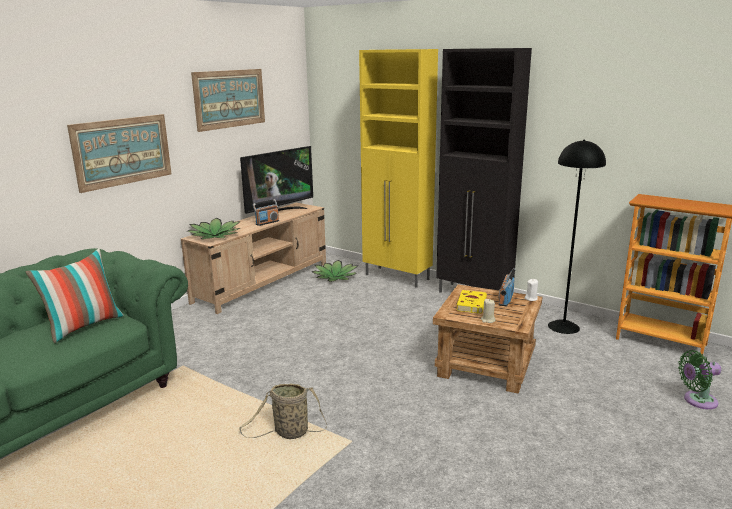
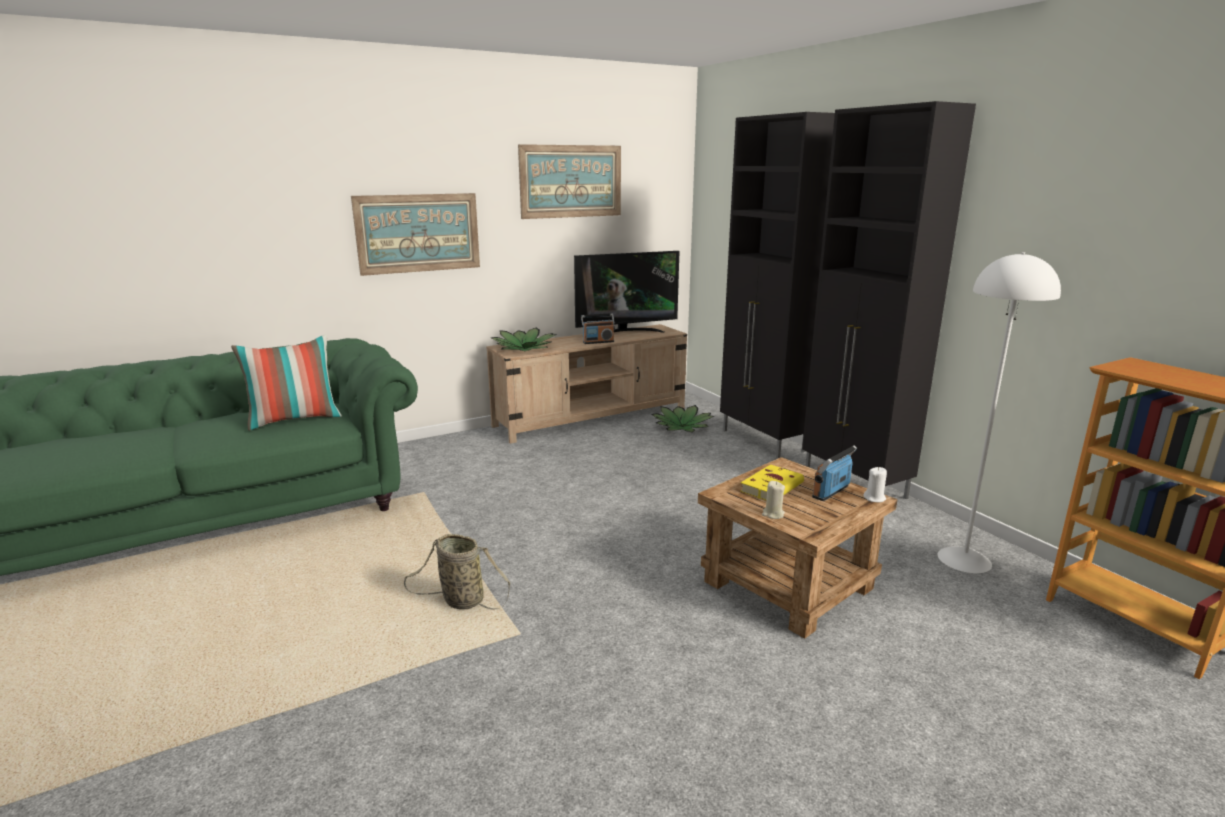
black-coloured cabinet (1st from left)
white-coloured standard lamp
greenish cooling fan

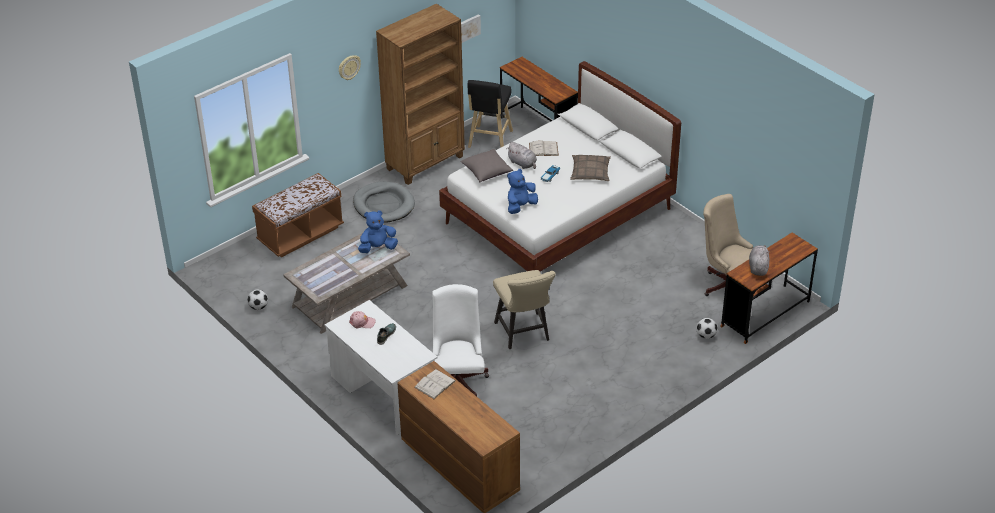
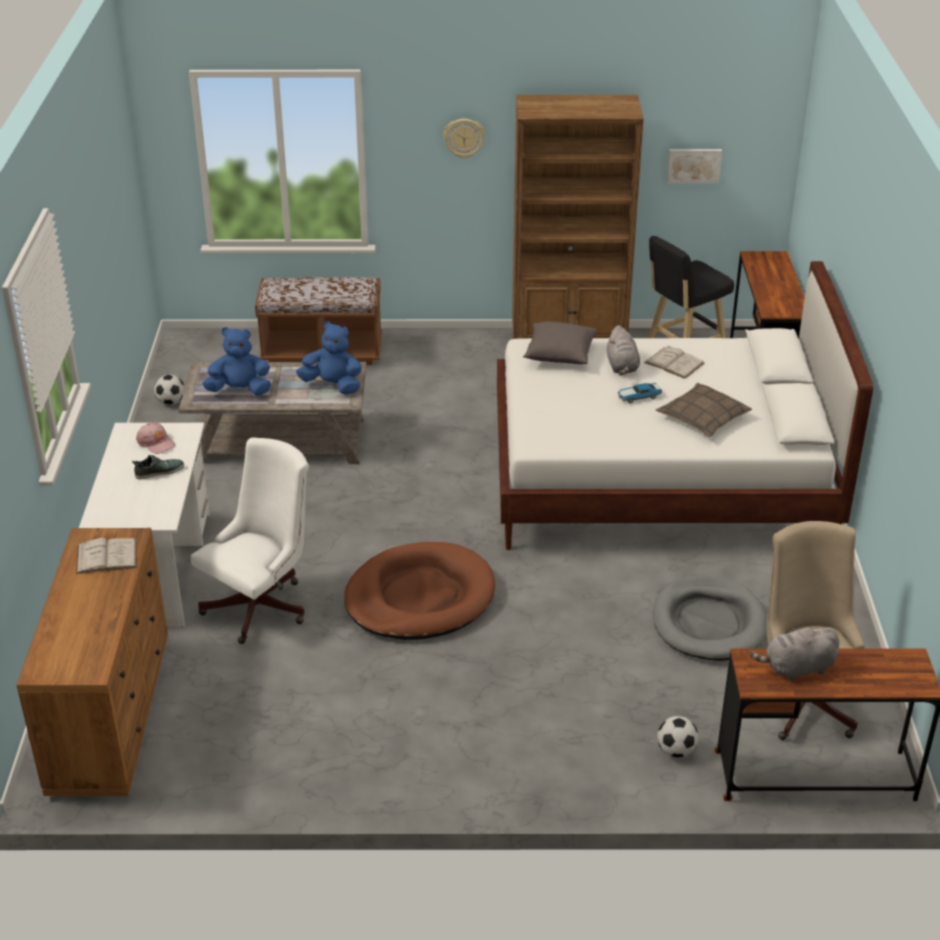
blue-coloured plush toy (1st from left)
grey pet bed
grey plush toy (2nd from left)
brown-coloured pet bed

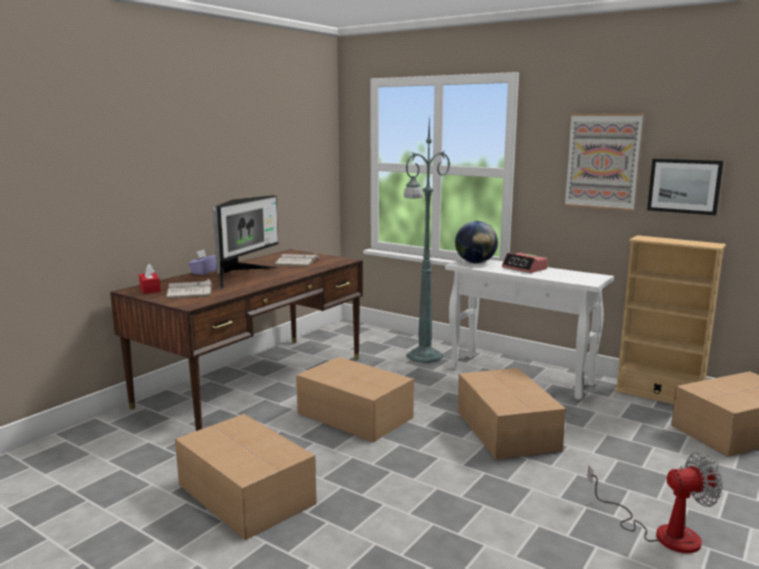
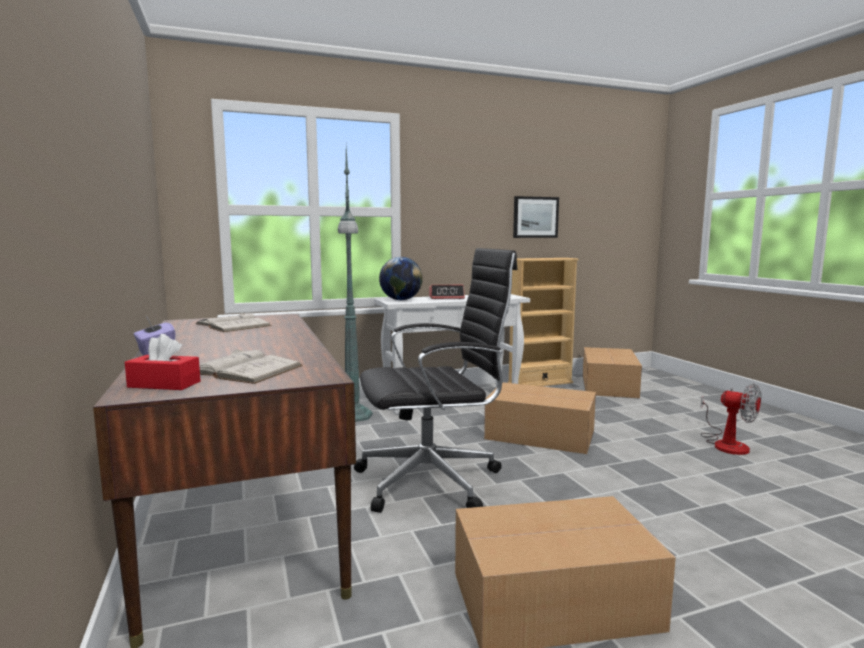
wall art (1st from left in the first image)
computer screen
black-coloured office chair
cooling fan

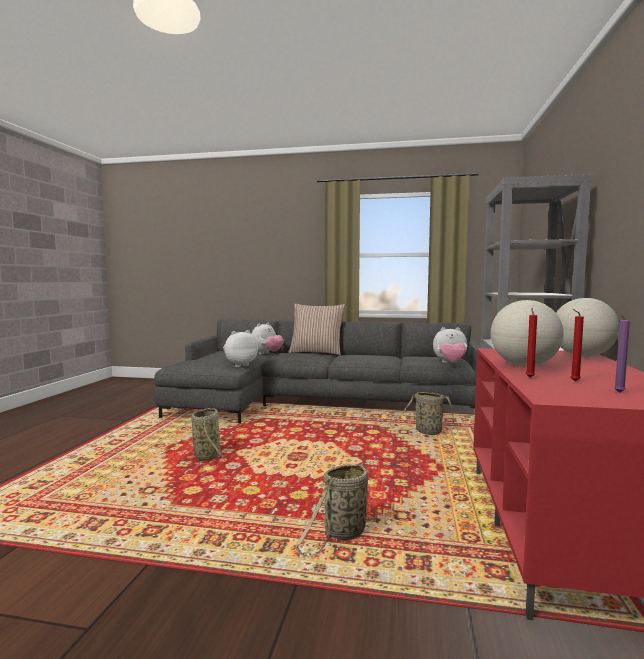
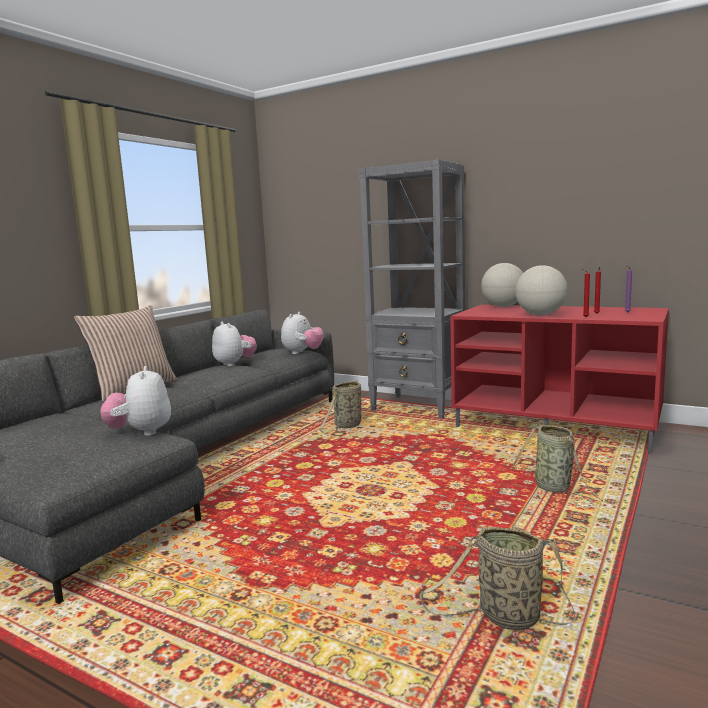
plush toy (2nd from left)
household basket (2nd from left)

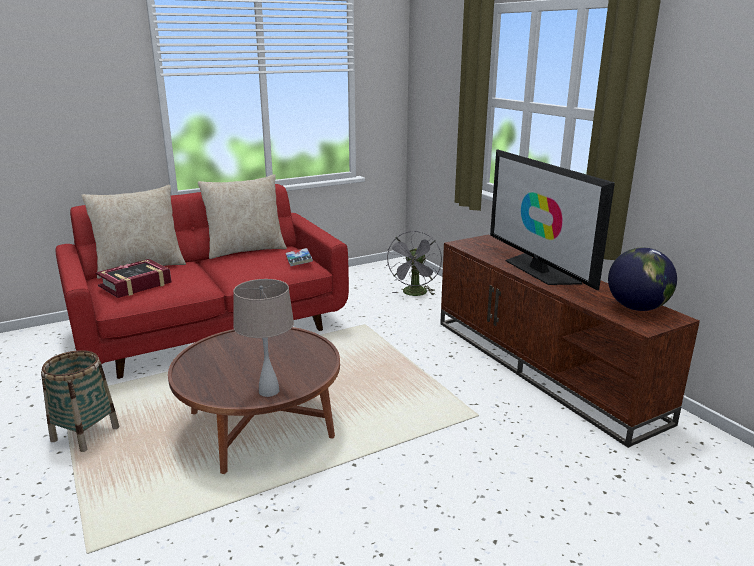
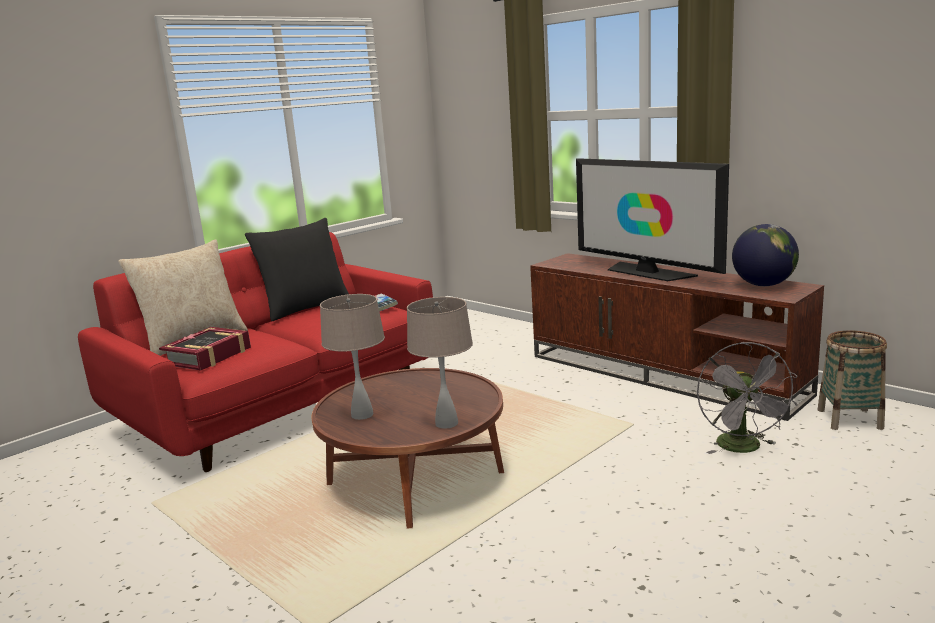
black-coloured cushion
grey cooling fan
household basket
beige tabletop lamp (1st from left)

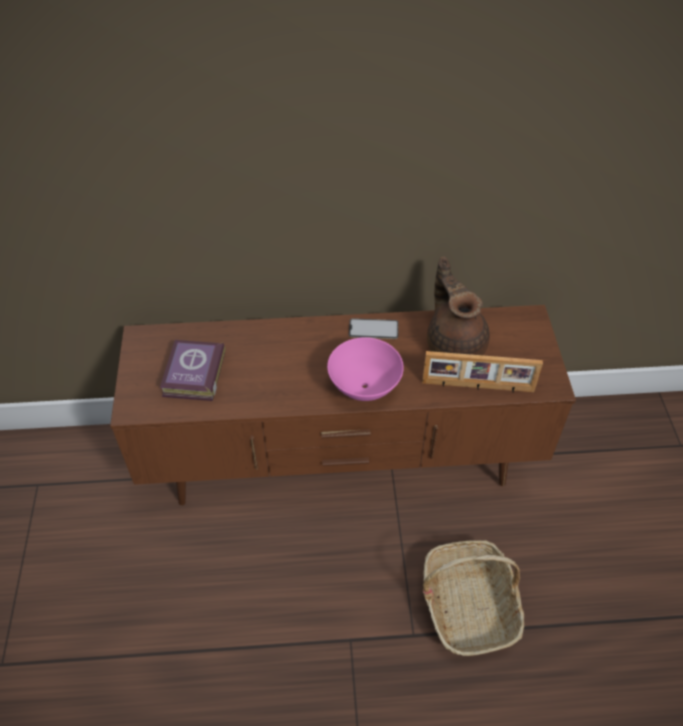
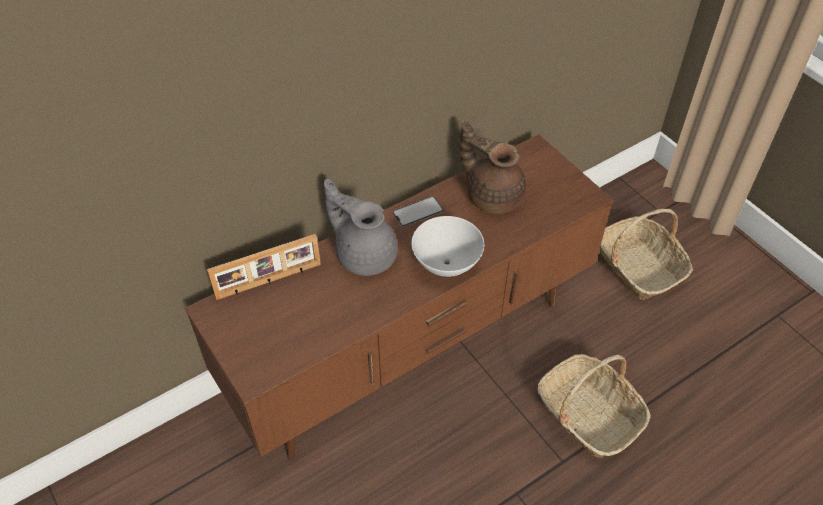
white-coloured bowl
book
standing frame
grey tea pot
household basket (2nd from left)

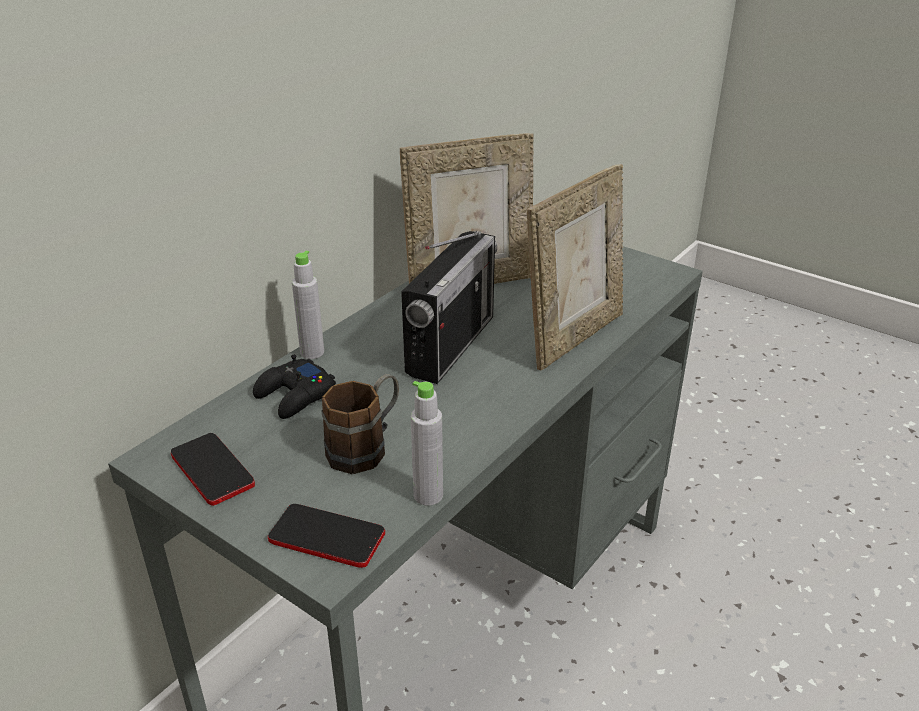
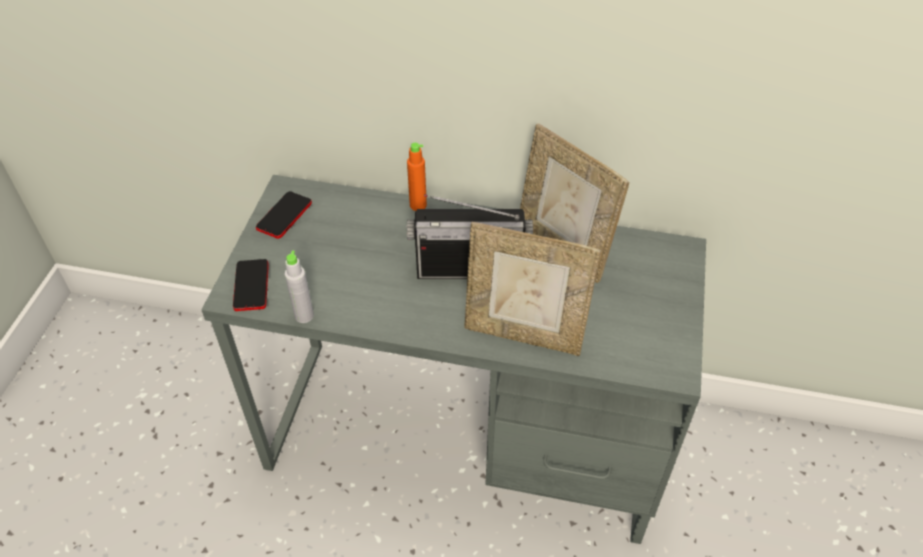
orange-coloured bottle
black-coloured gamepad
brown-coloured mug

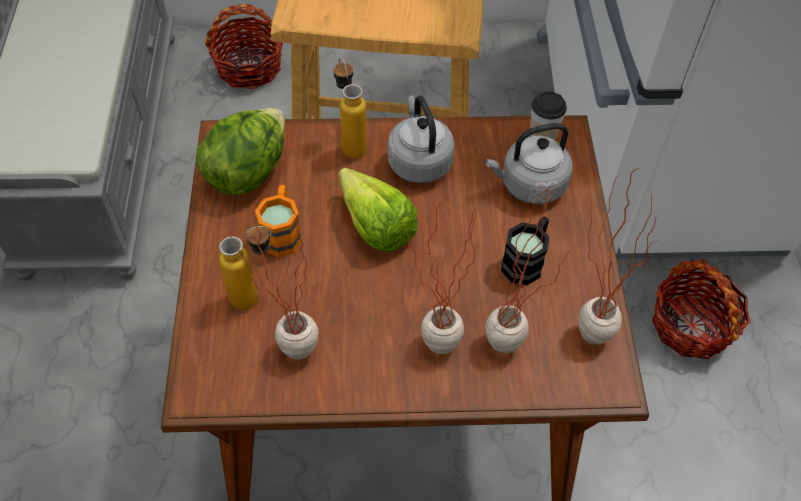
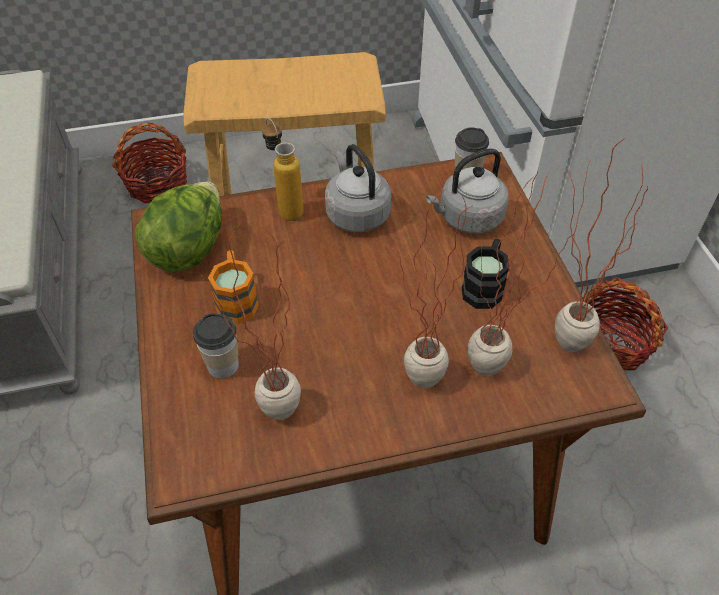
lettuce head (2nd from left in the first image)
drinking cup (1st from left)

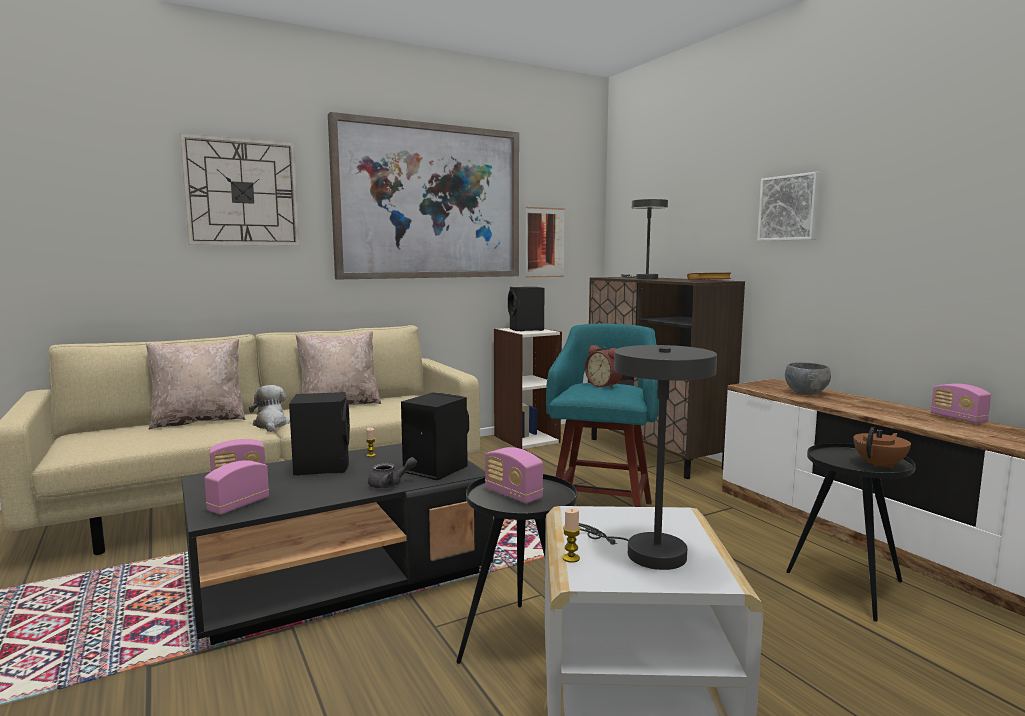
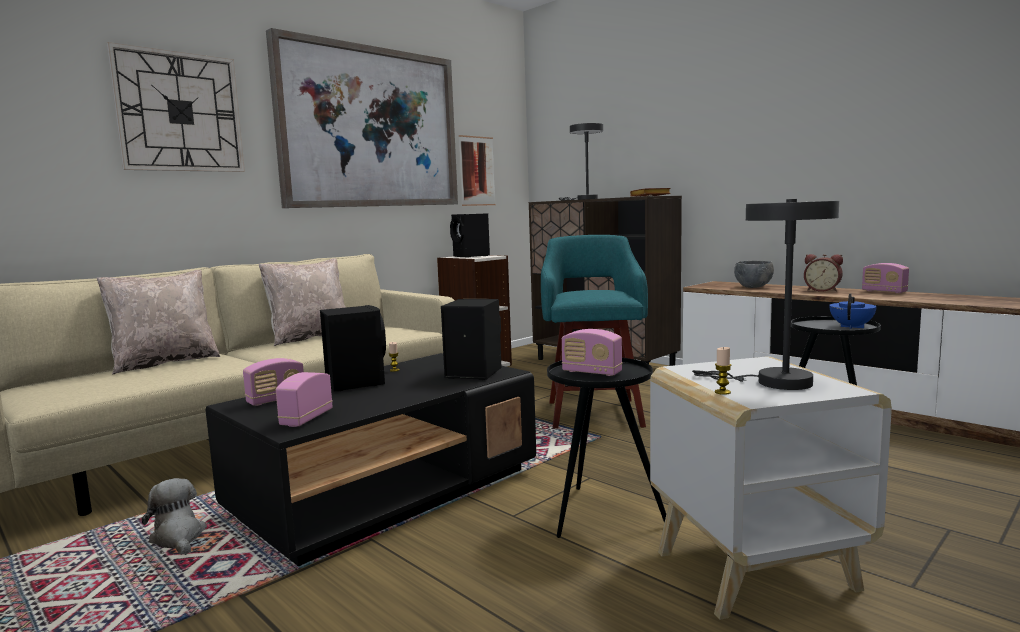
wall art (3rd from left in the first image)
bedside clock
plush toy
blue-coloured tea pot
grey tea pot

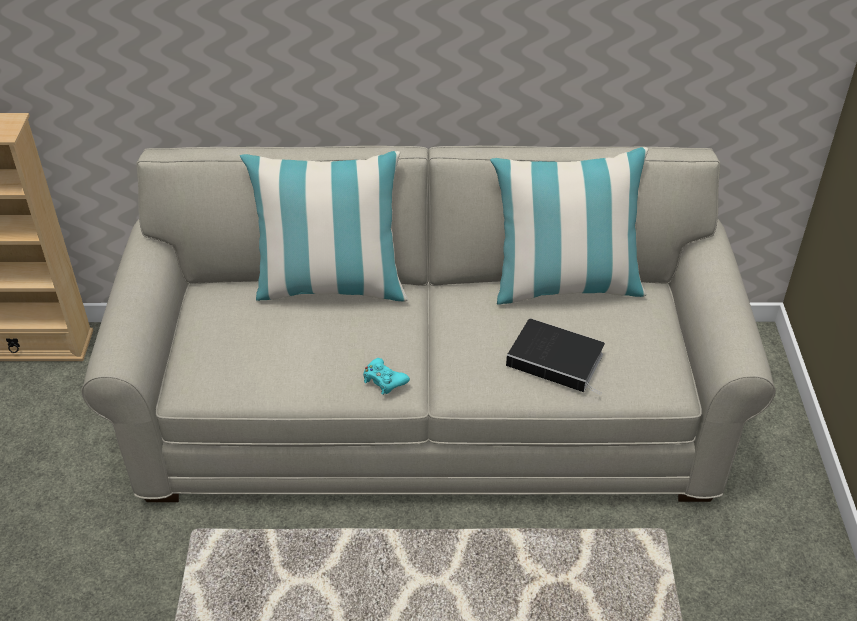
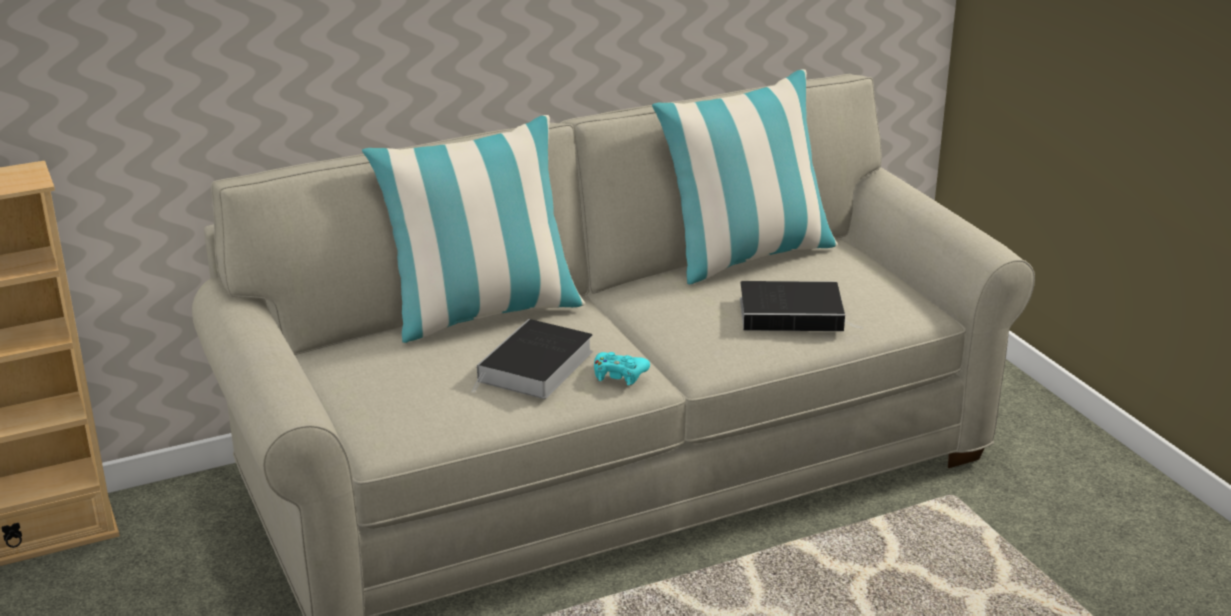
book (1st from left)

